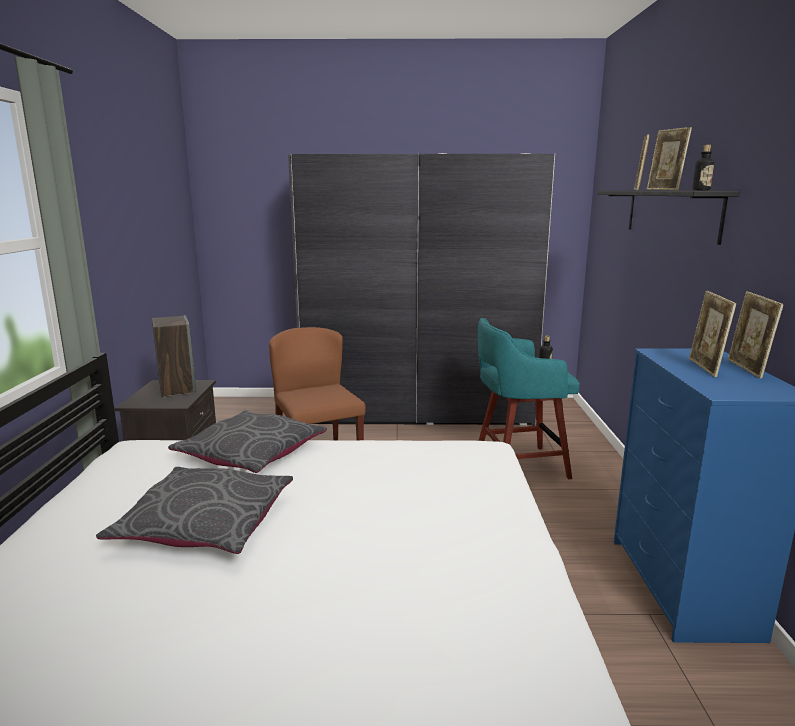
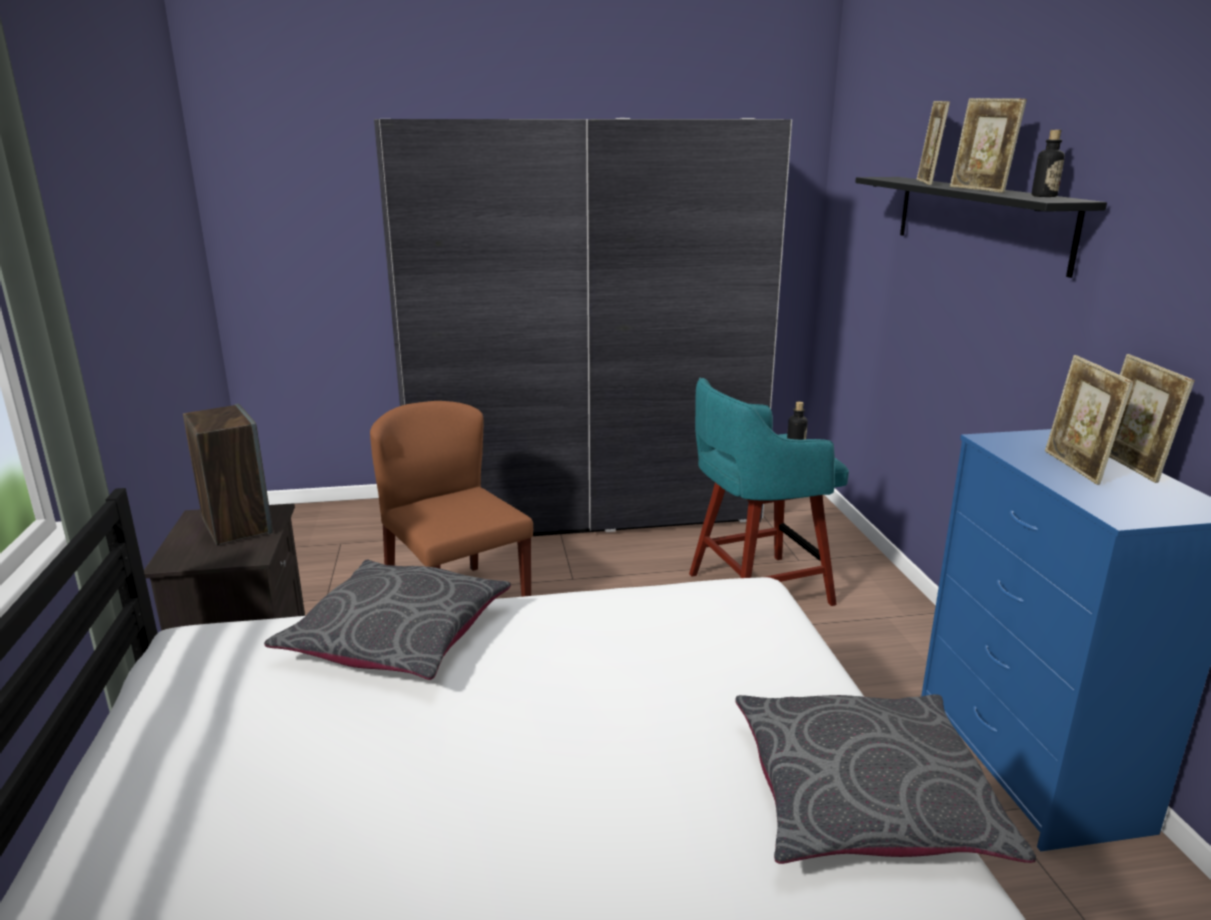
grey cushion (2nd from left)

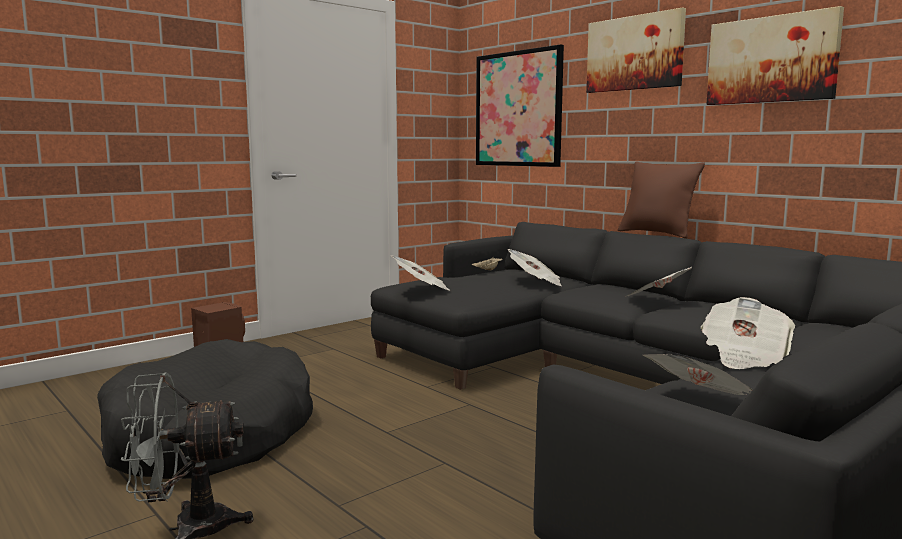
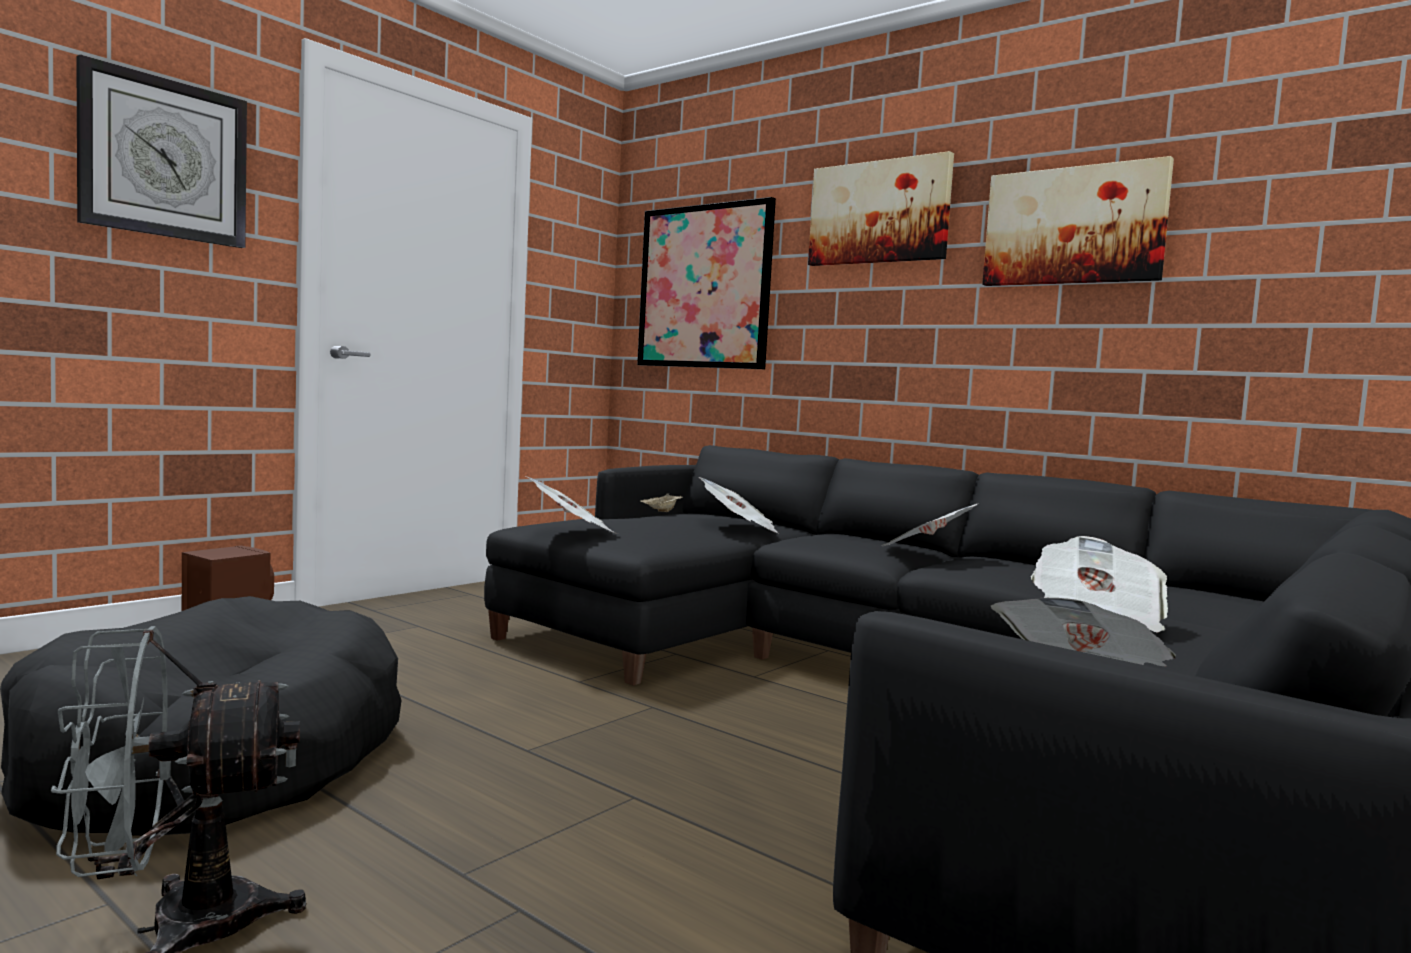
brown-coloured cushion
hanging clock

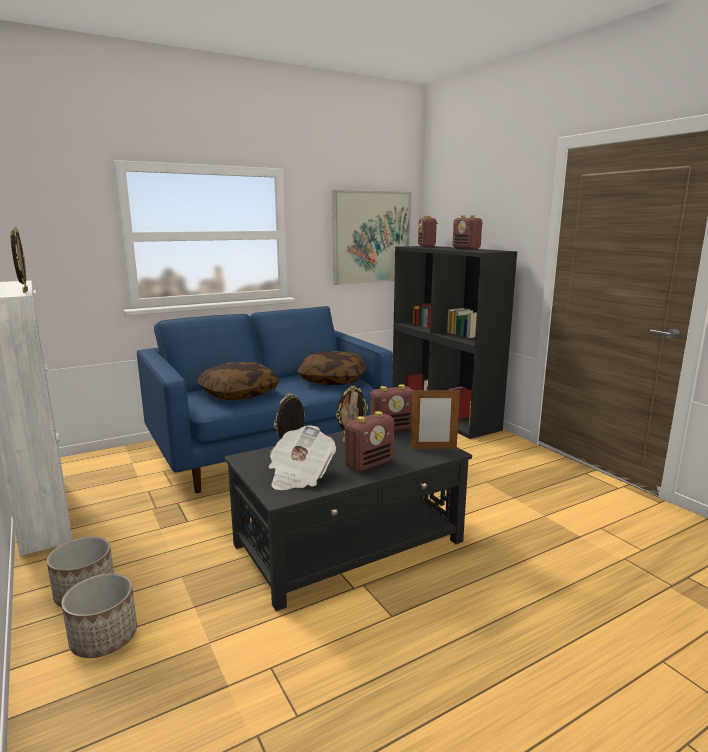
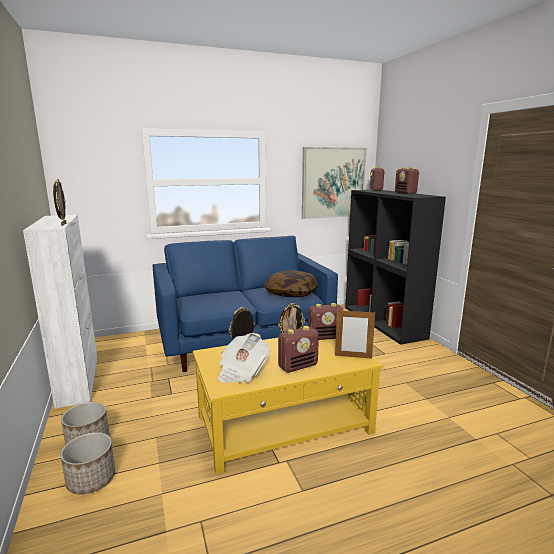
cushion (1st from left in the first image)
yellow low table

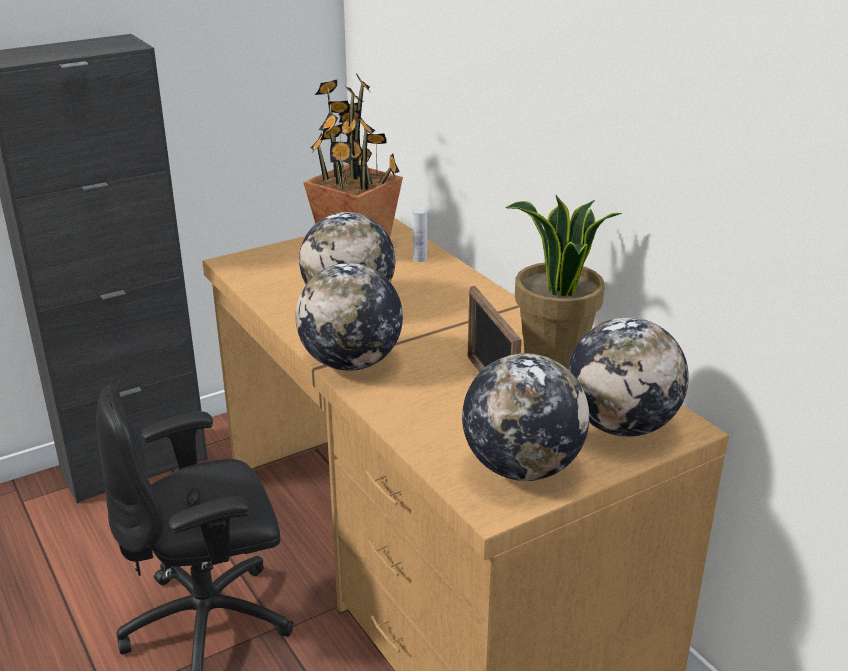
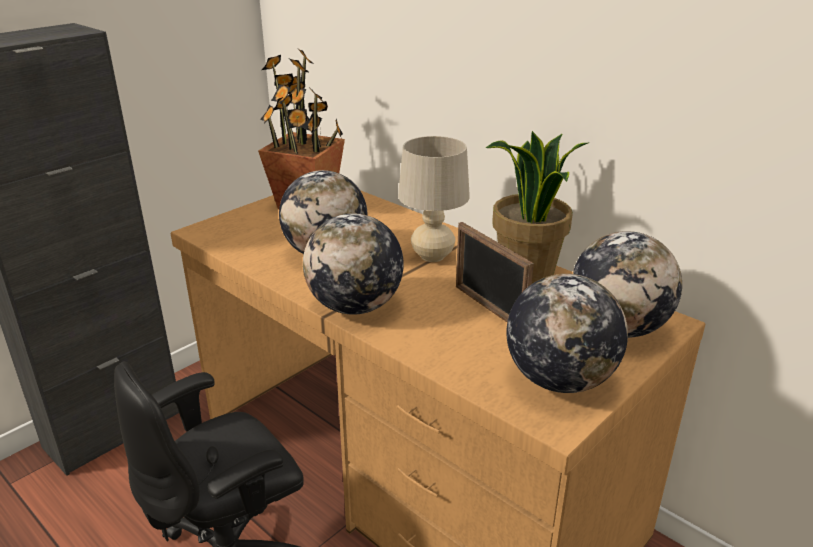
white-coloured bottle
beige tabletop lamp

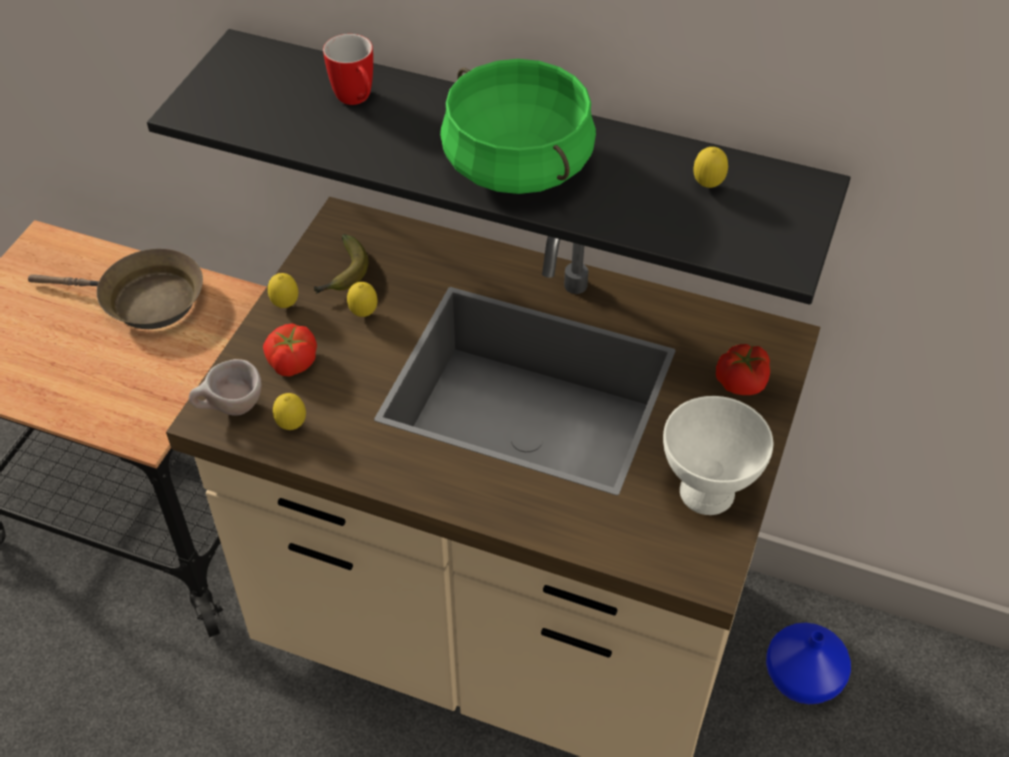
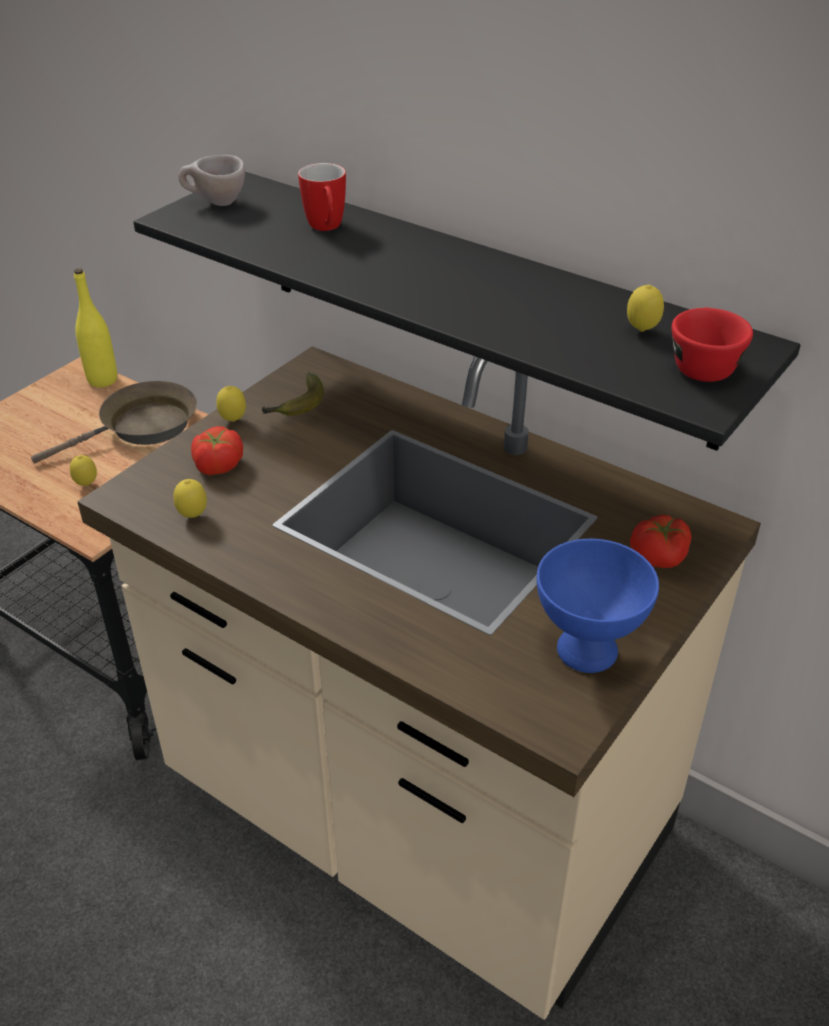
greenish stockpot
brown-coloured pan
whole lemon (1st from left)
beige drinking cup
blue-coloured bowl
blue-coloured vase
yellow bottle
reddish drinking cup

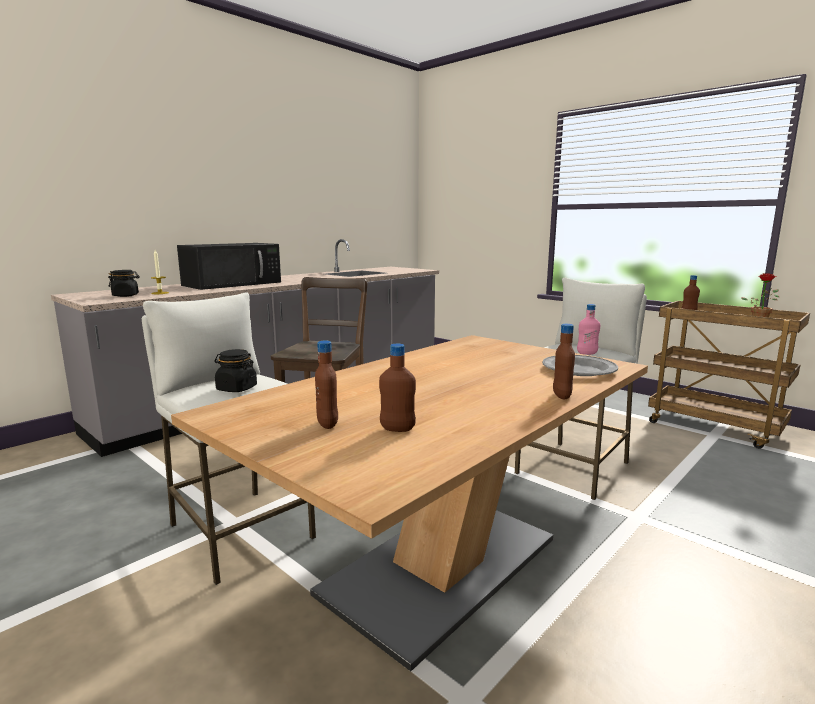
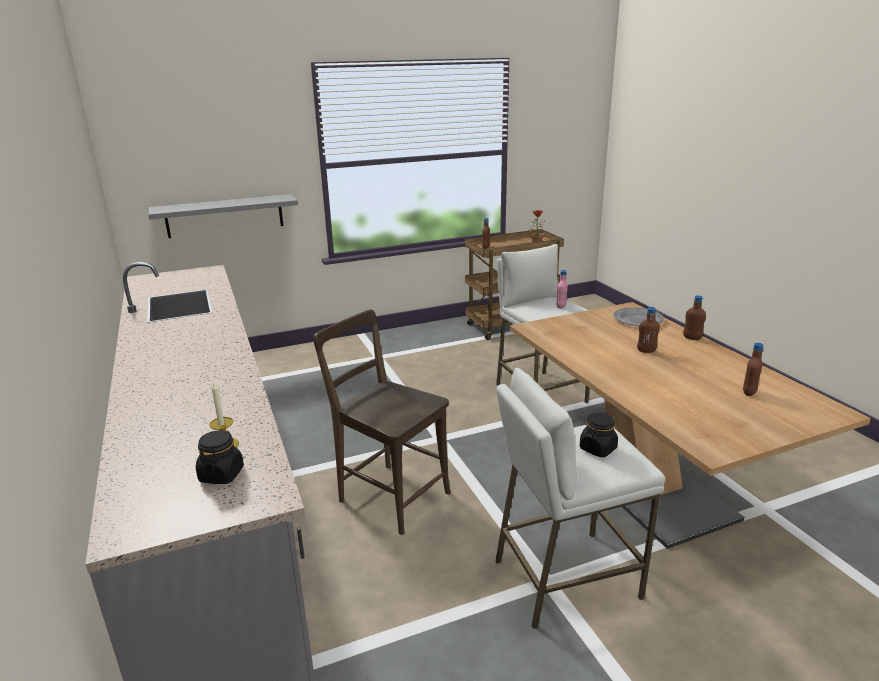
black-coloured microwave
brown-coloured bottle (2nd from left)
grey wall shelf

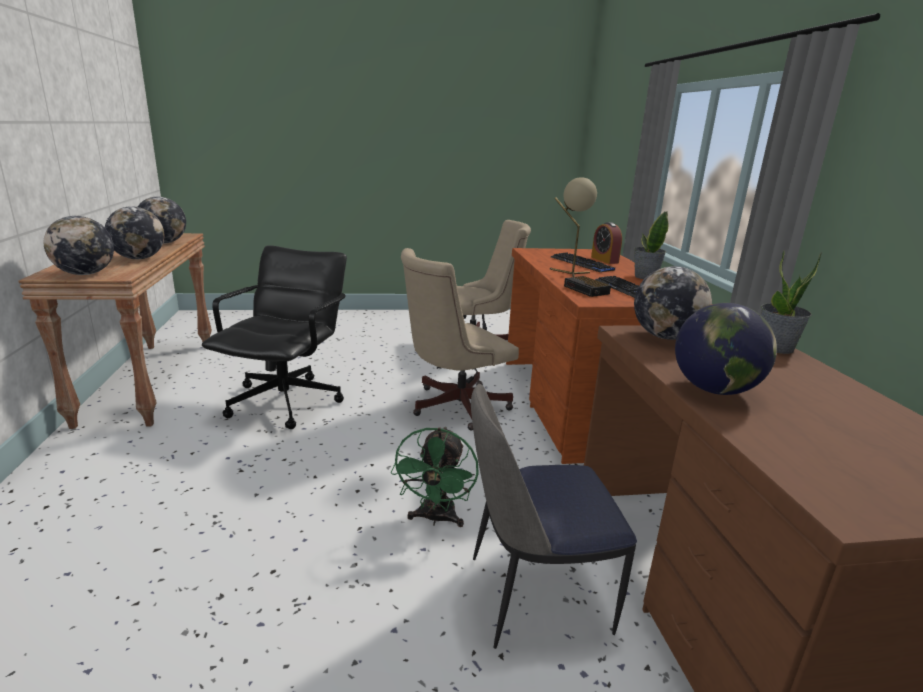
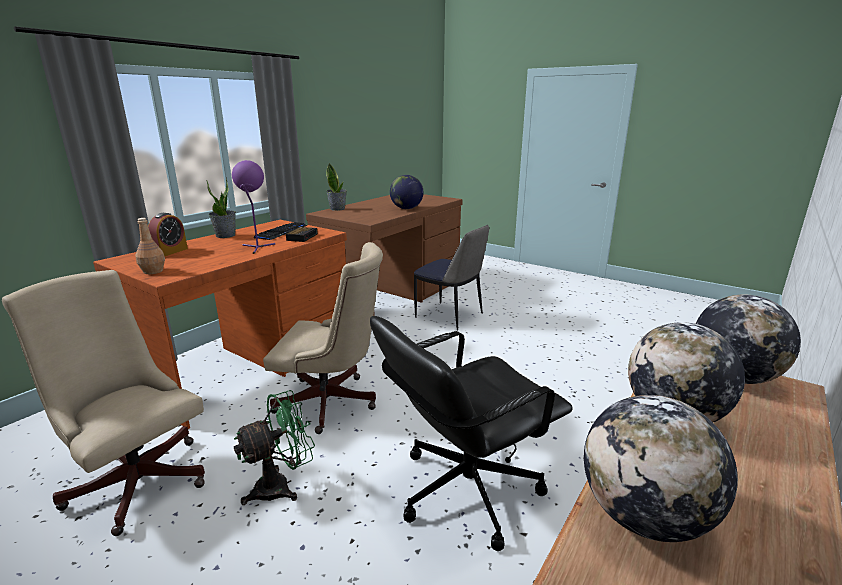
purplish tabletop lamp
PC keyboard (1st from left in the first image)
world globe (4th from left in the first image)
greenish cooling fan
brown-coloured bottle

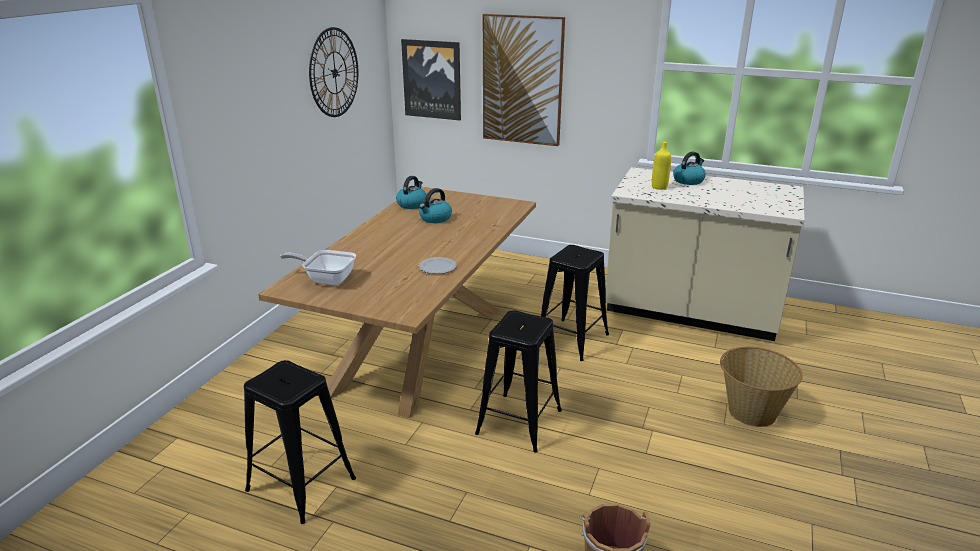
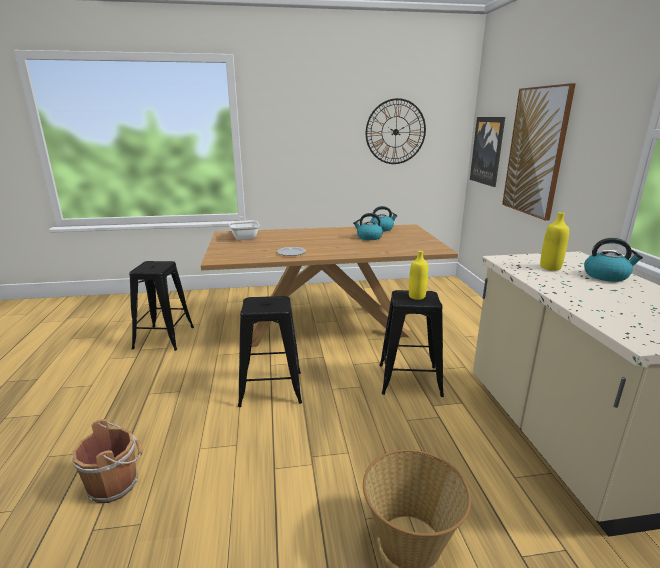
yellow bottle (1st from left)

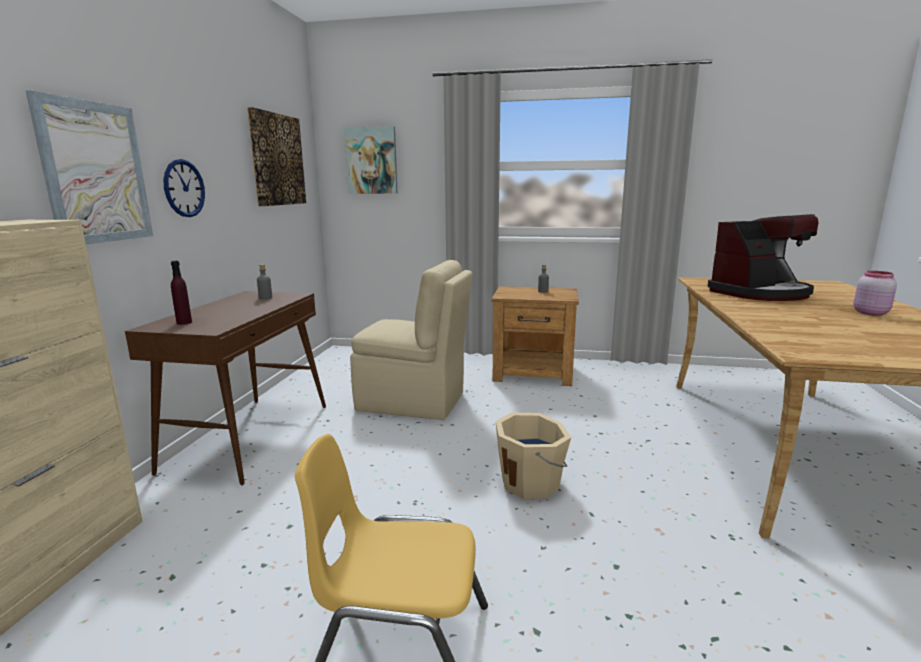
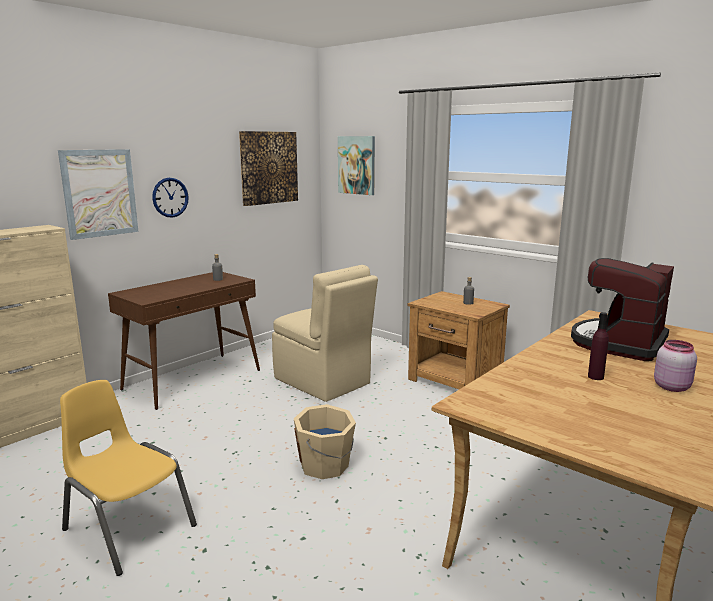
coffee brewer
purplish bottle

